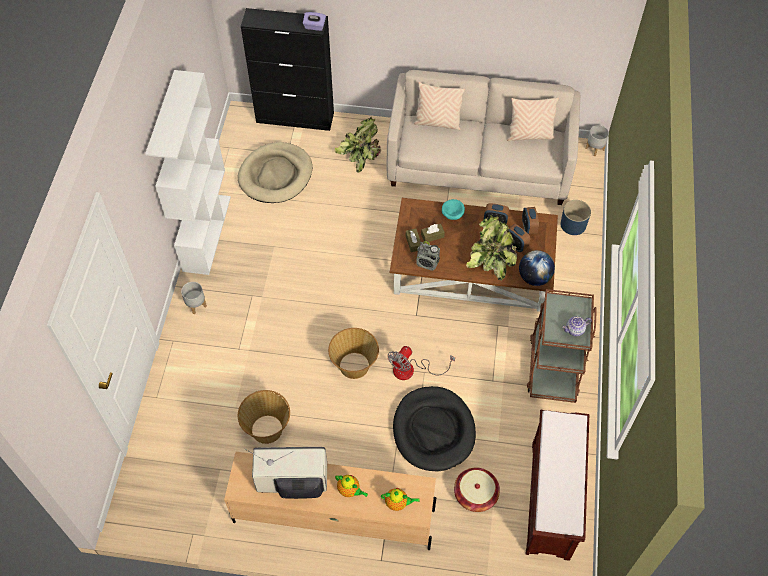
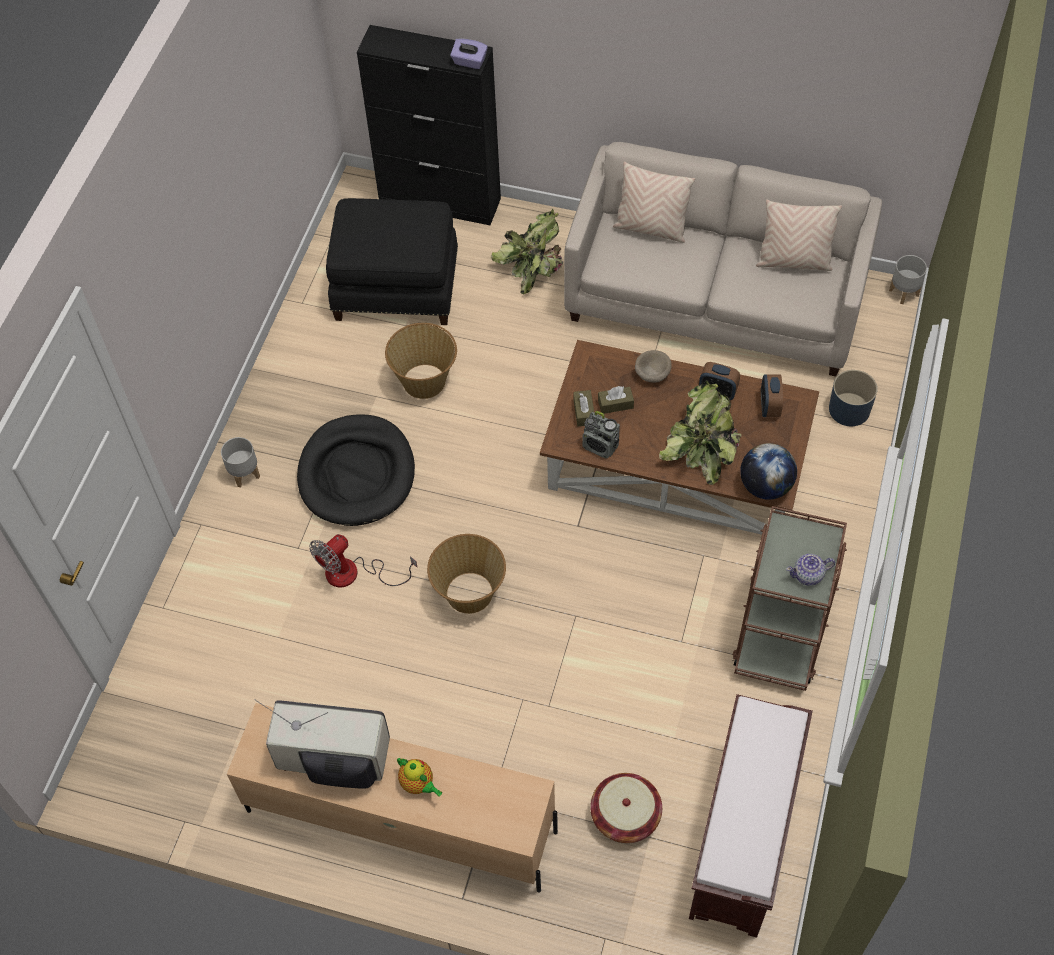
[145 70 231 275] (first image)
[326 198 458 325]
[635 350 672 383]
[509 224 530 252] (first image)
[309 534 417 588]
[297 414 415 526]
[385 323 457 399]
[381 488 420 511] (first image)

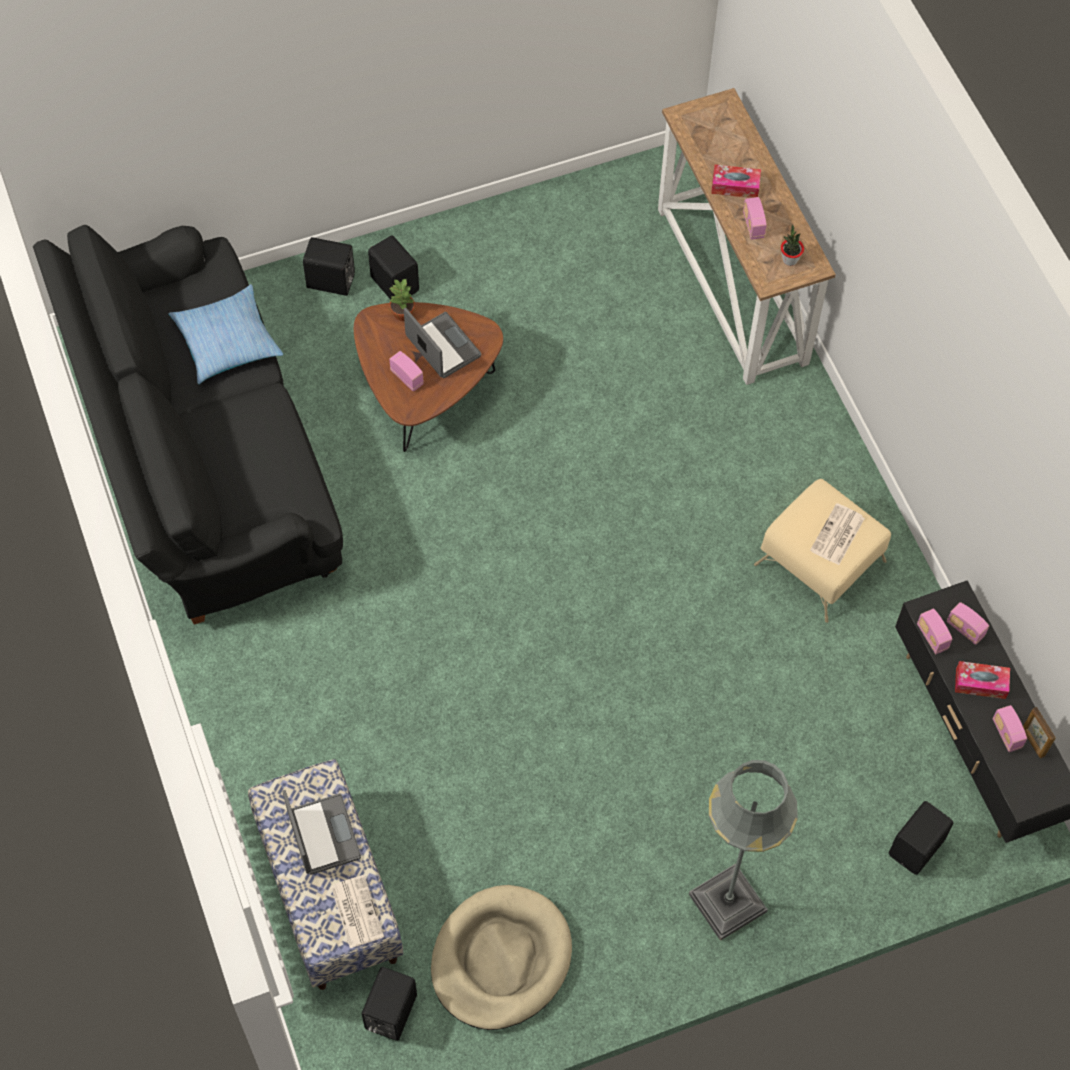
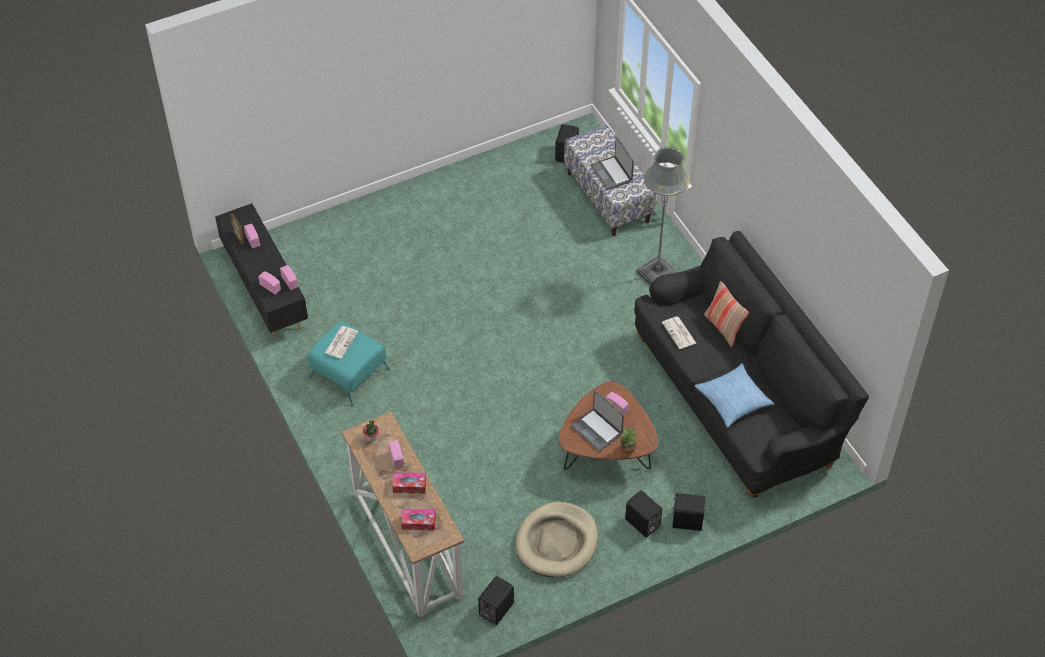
[308 321 390 407]
[401 509 436 531]
[636 147 690 285]
[478 576 514 625]
[662 316 696 349]
[516 502 598 577]
[704 281 749 347]

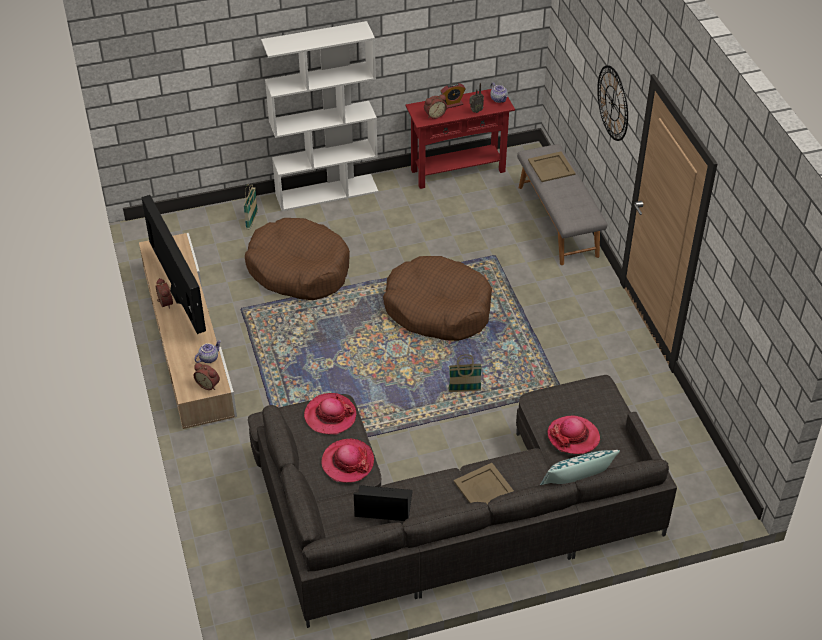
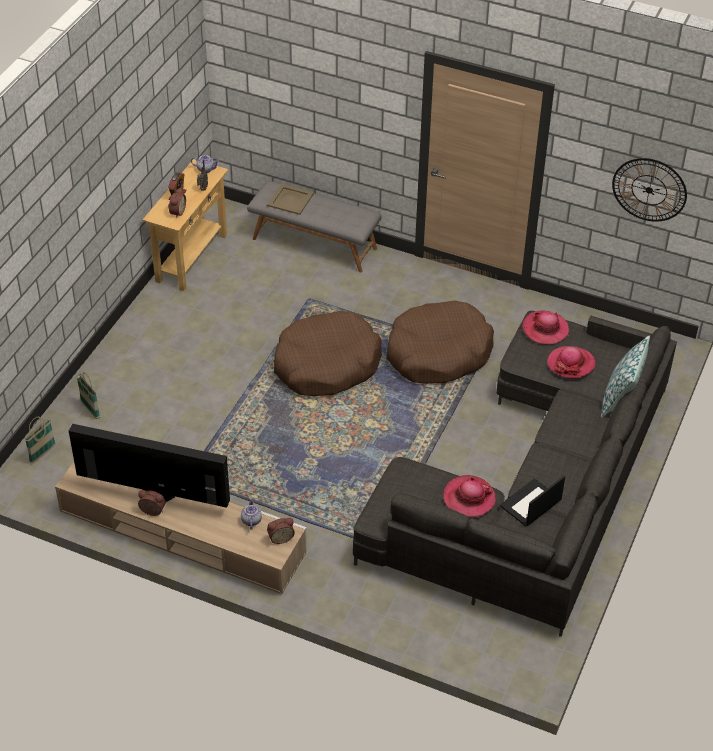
[261 21 378 211] (first image)
[612 158 687 222]
[143 159 228 291]
[386 300 494 384]
[25 416 56 463]
[523 311 569 345]
[454 463 514 505] (first image)

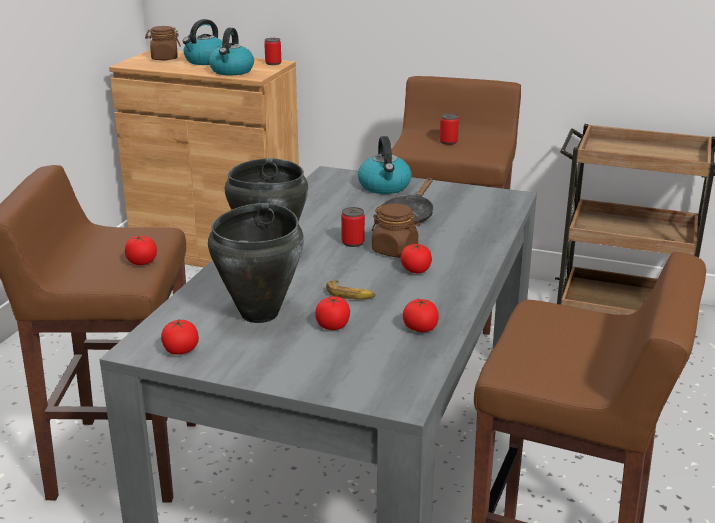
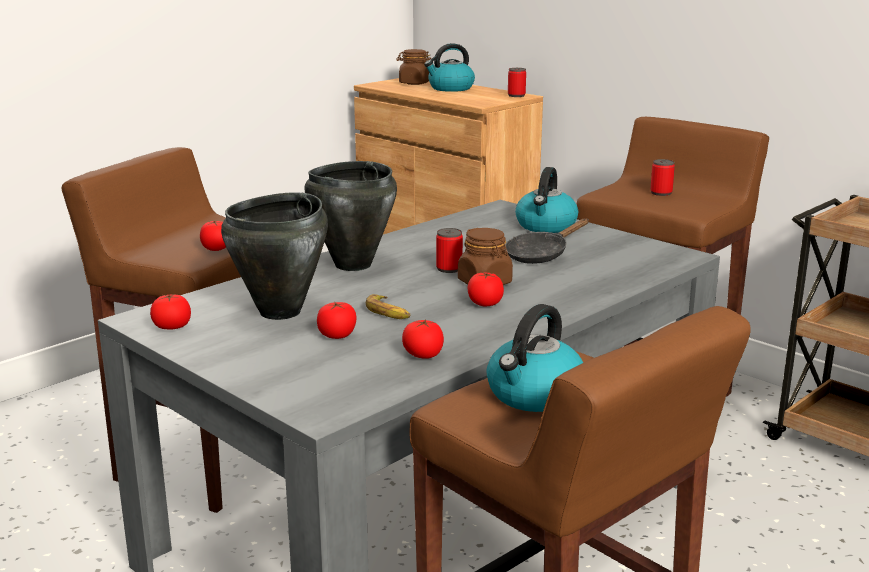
[486 304 583 412]

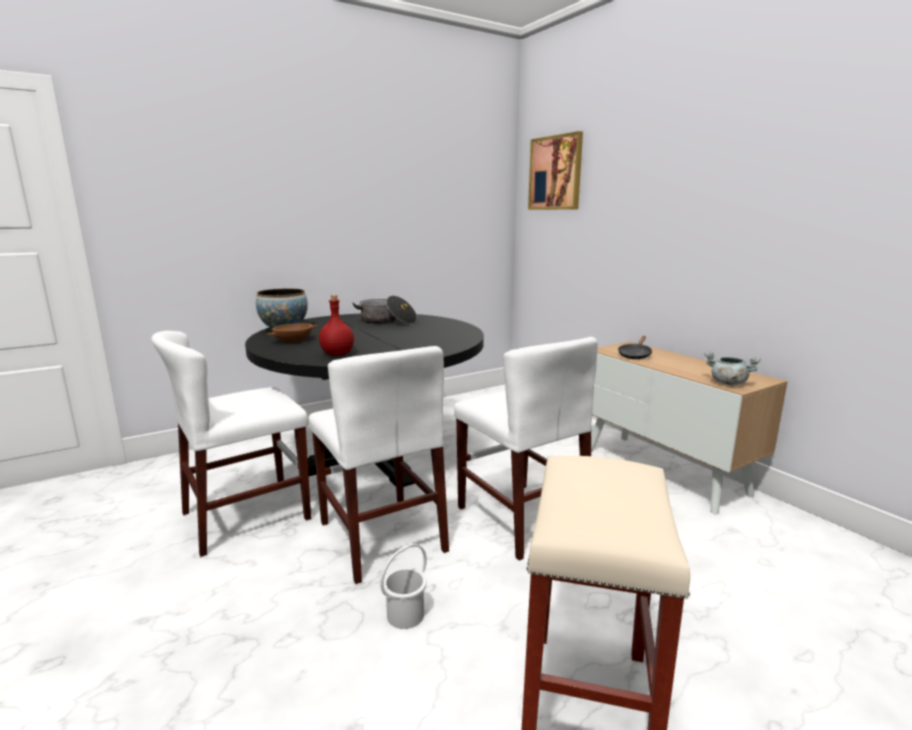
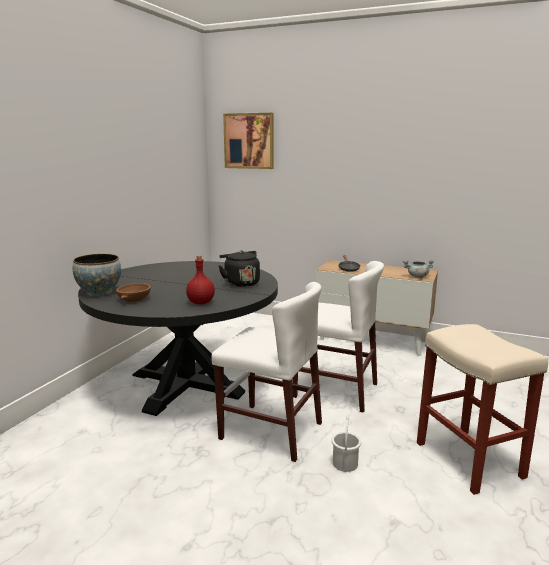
[353 296 417 324] (first image)
[152 331 311 557] (first image)
[219 250 260 287]

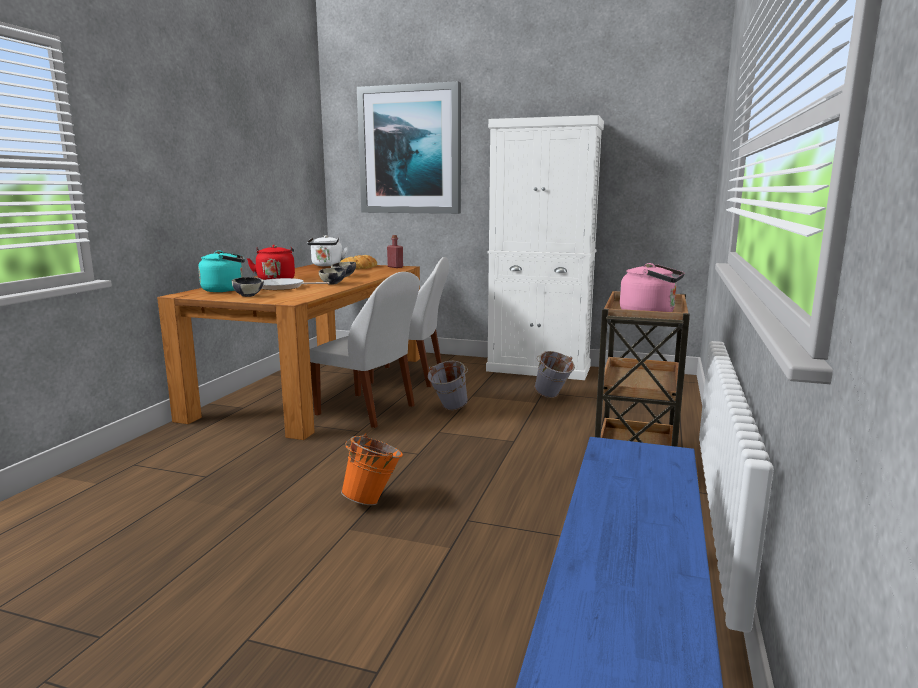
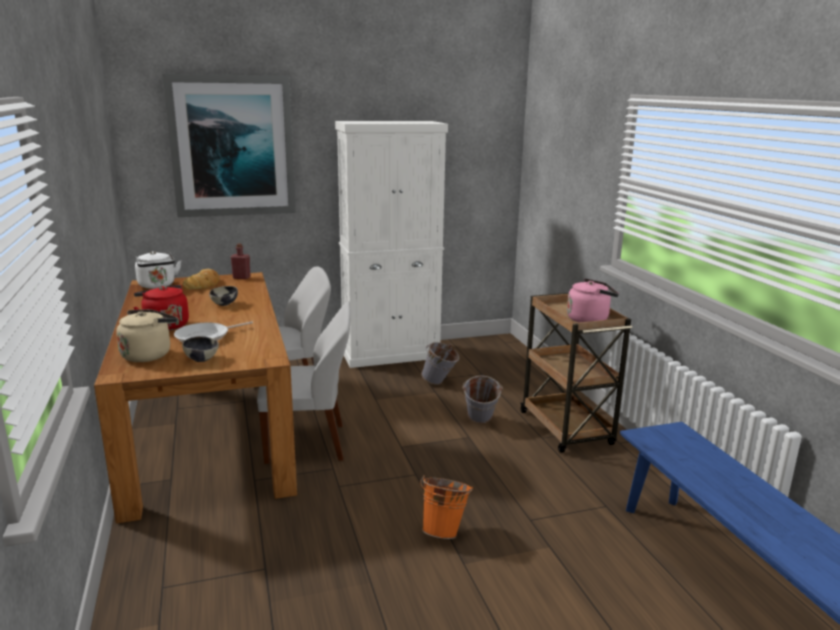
[116 309 177 362]
[319 267 346 285] (first image)
[462 375 503 423]

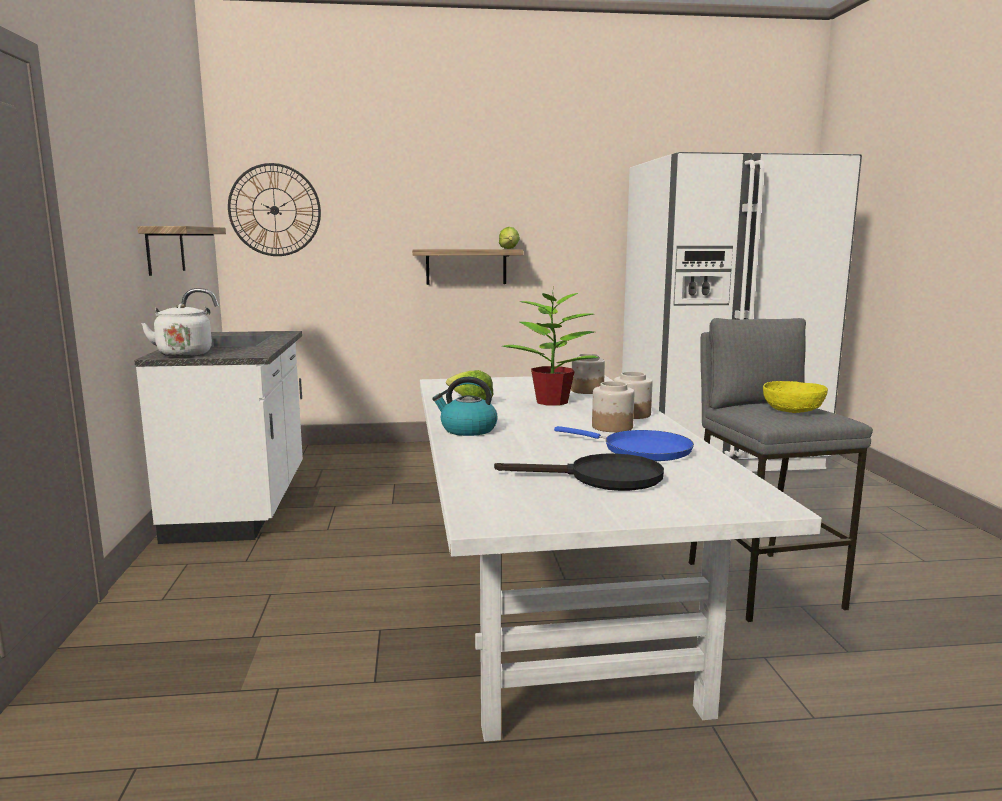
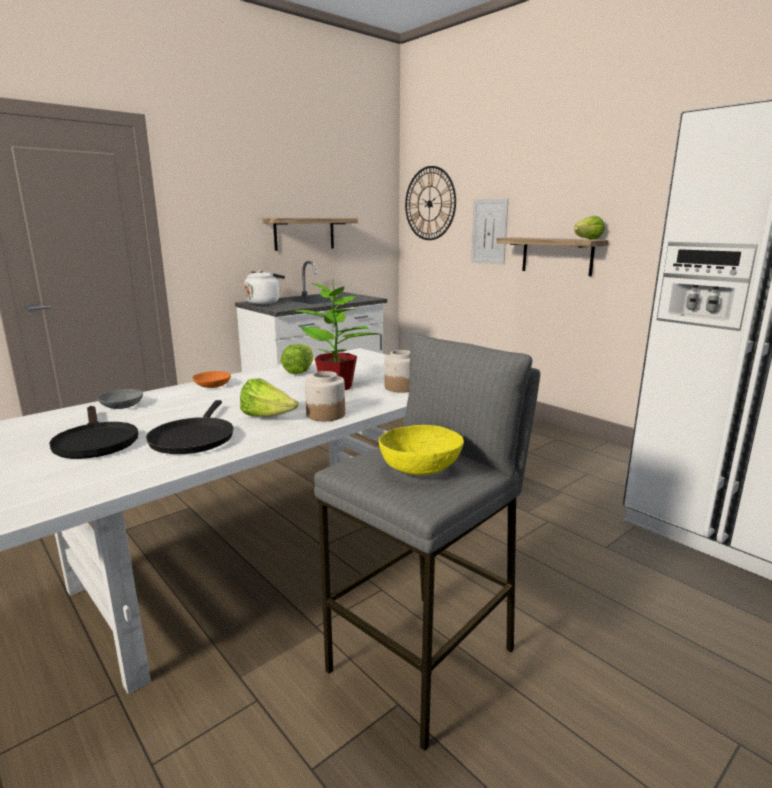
[192 371 231 388]
[240 378 298 417]
[146 400 234 454]
[471 198 509 265]
[97 389 143 409]

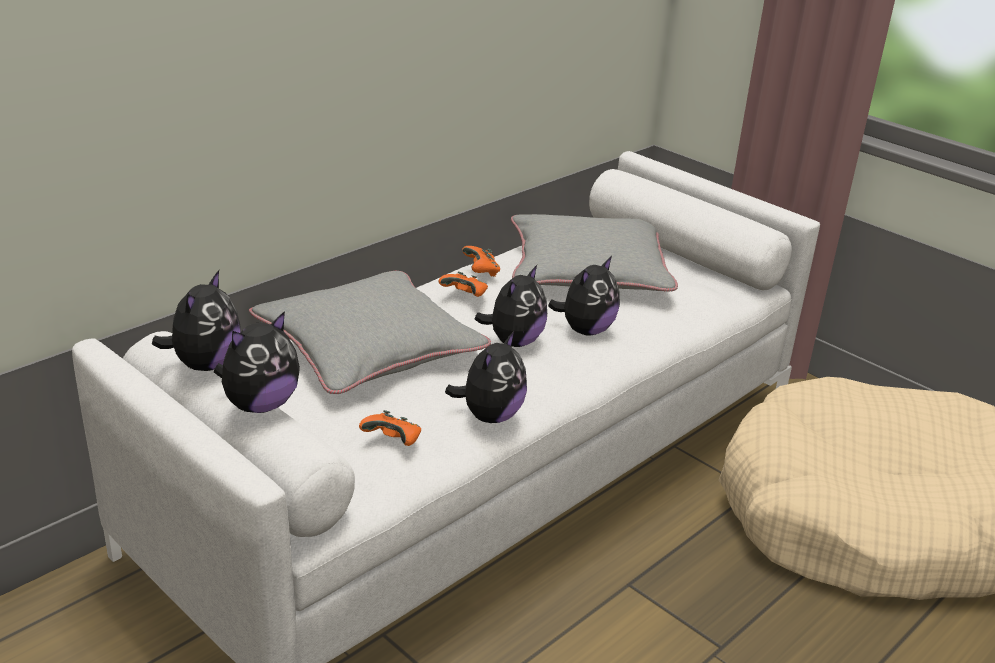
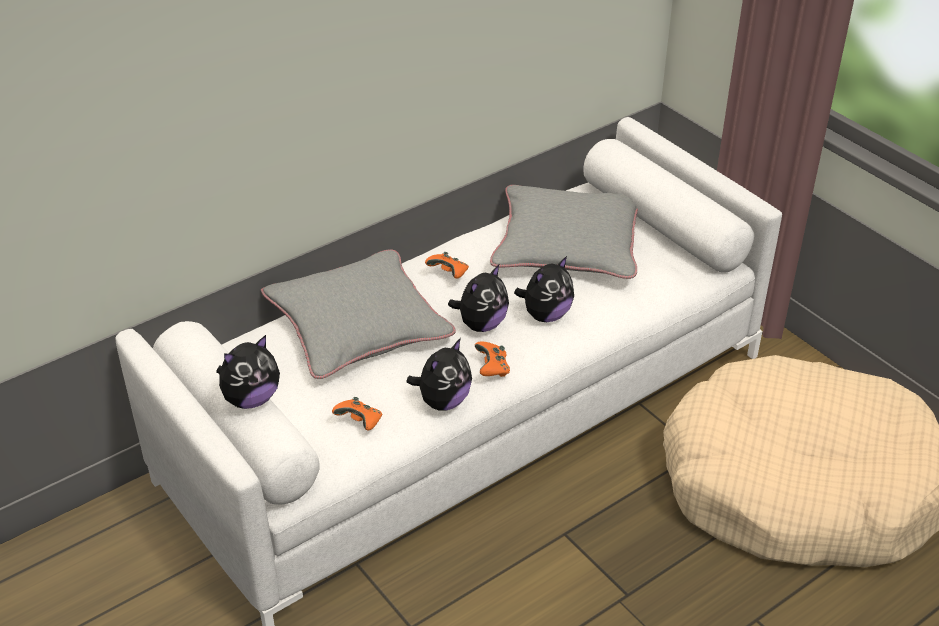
[475 342 510 377]
[152 270 241 371] (first image)

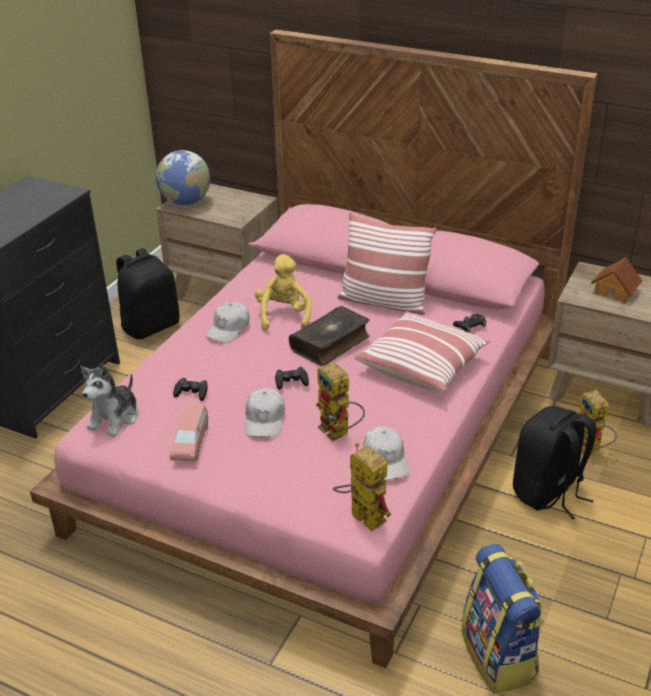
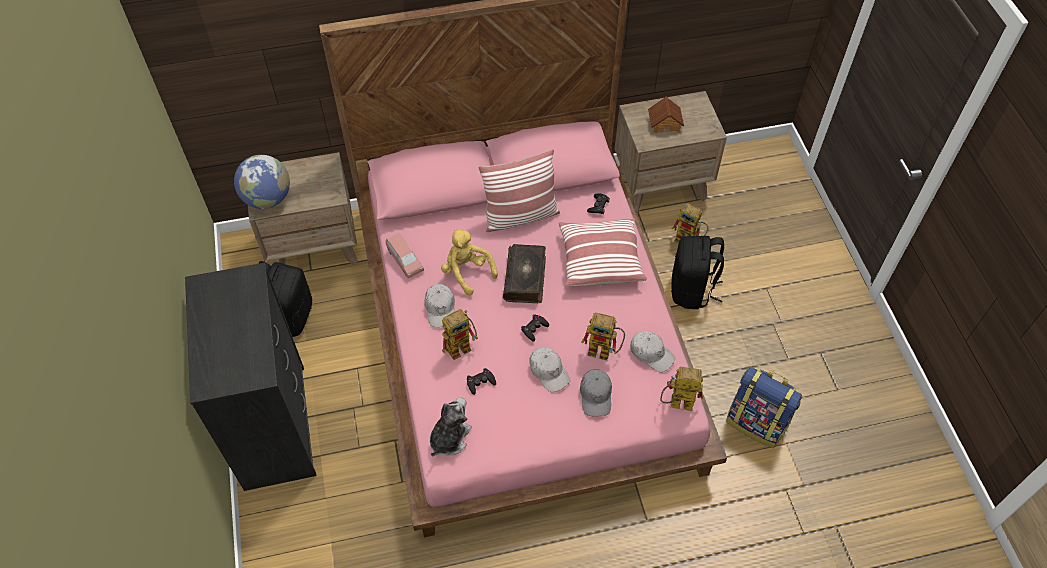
[430 397 472 456]
[386 233 424 279]
[442 309 478 360]
[580 369 612 417]

